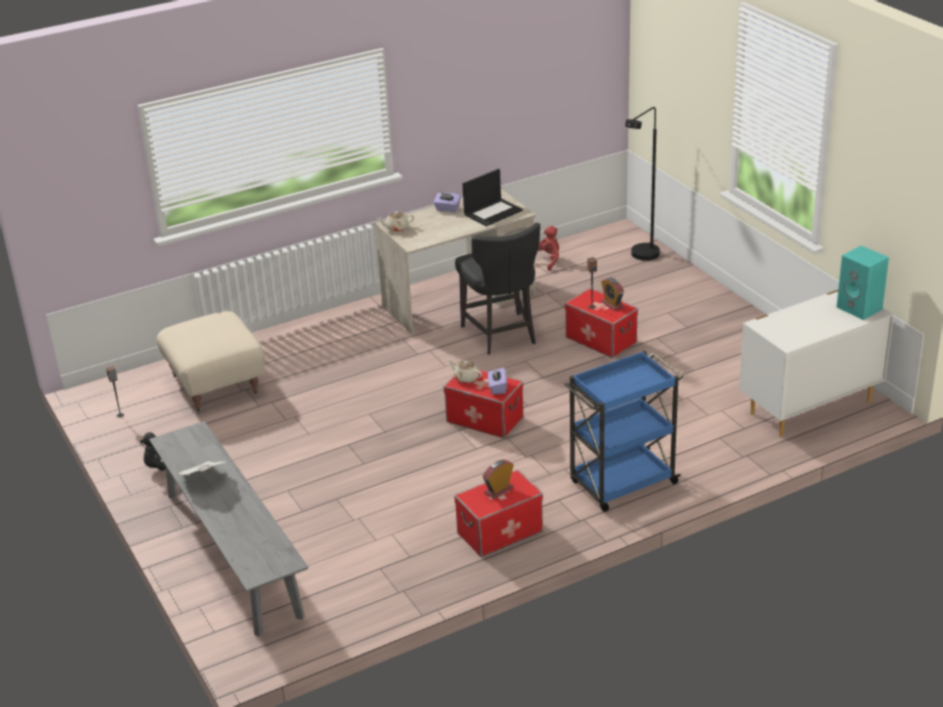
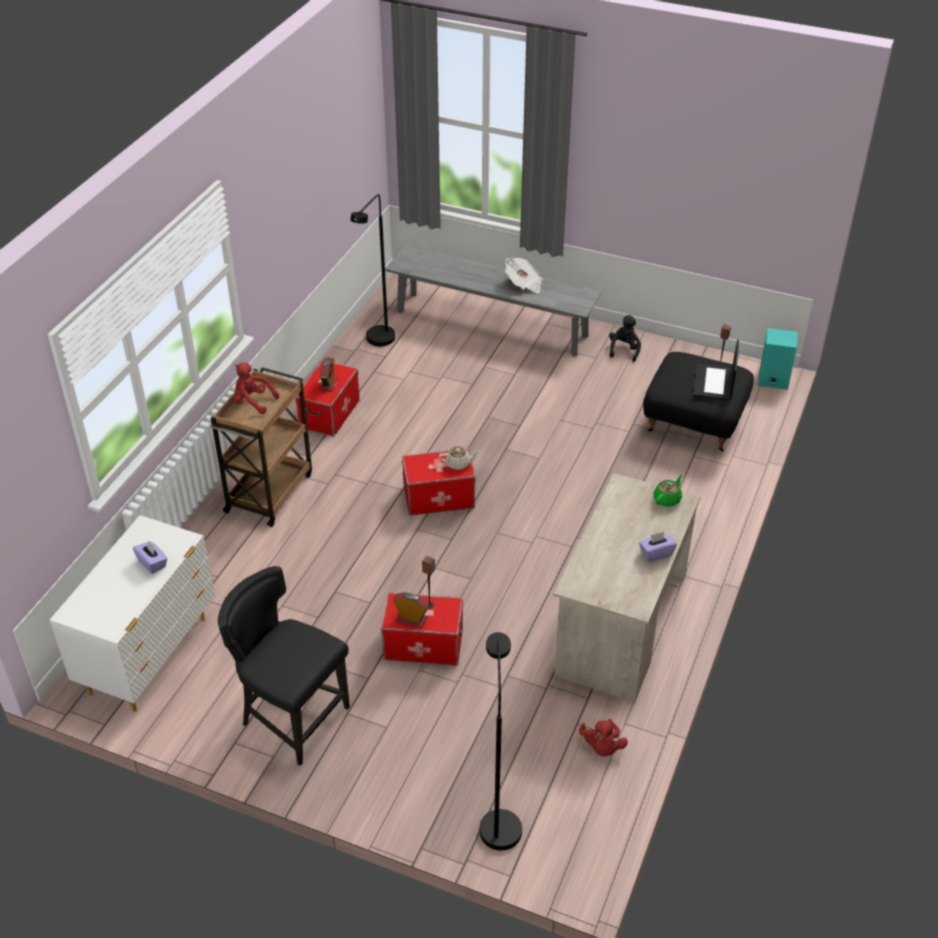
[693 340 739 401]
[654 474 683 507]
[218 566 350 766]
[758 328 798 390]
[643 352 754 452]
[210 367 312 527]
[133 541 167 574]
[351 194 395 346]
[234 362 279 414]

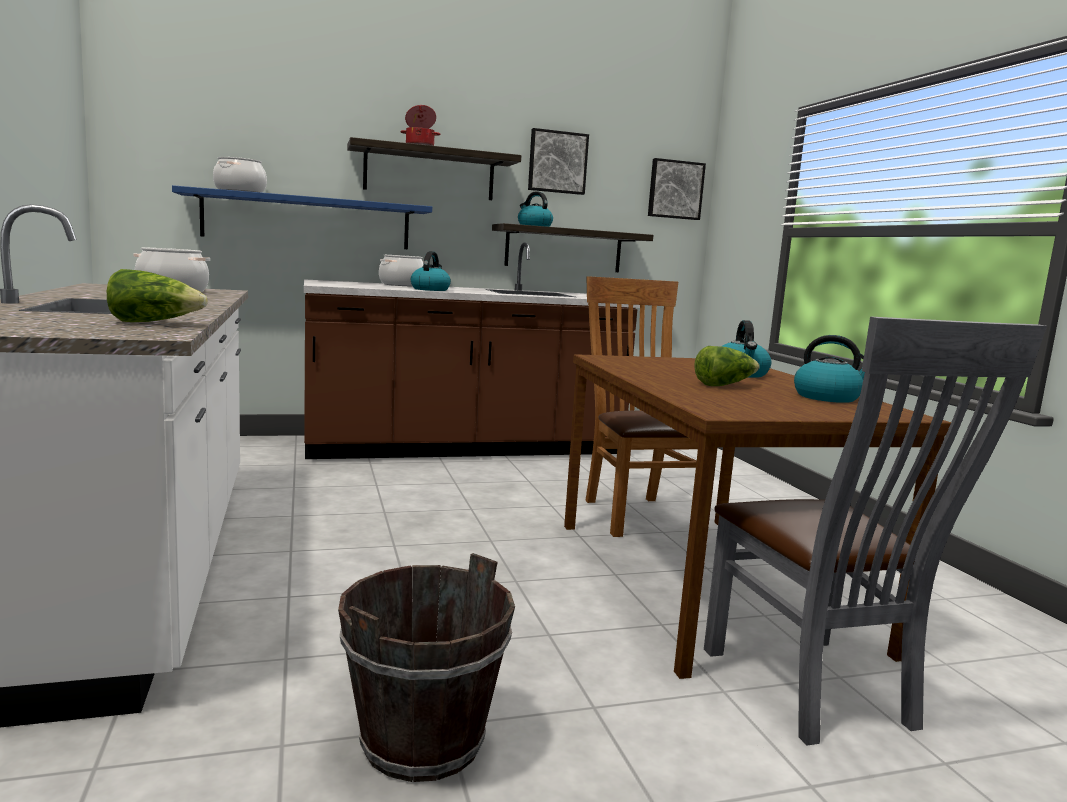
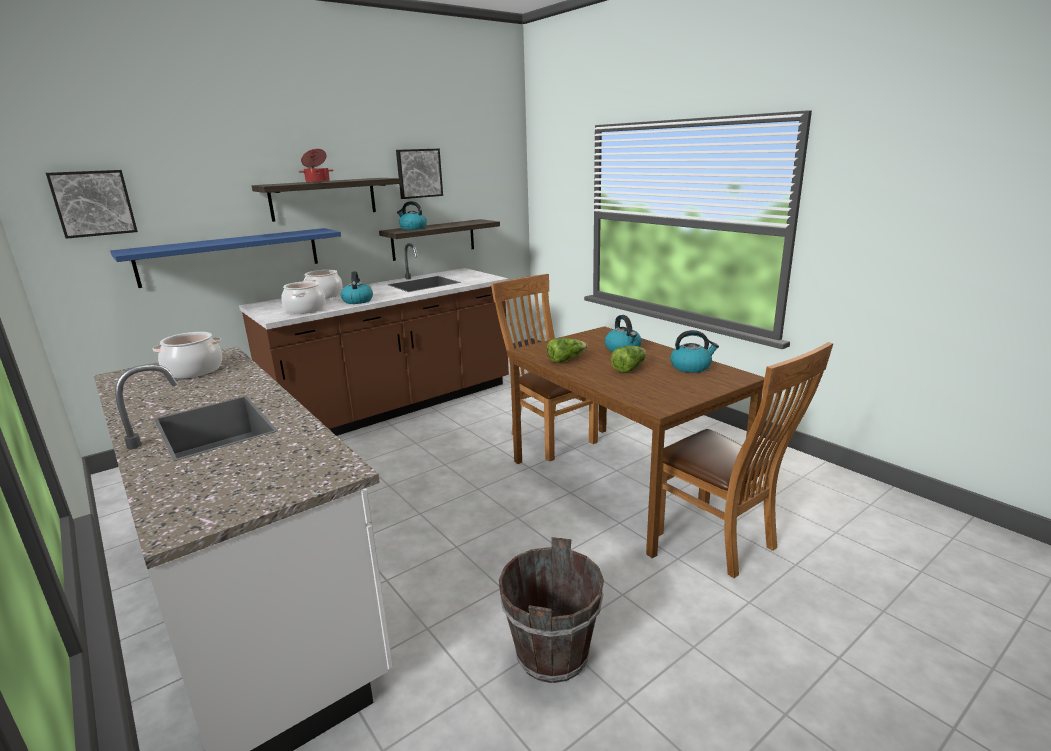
[281 281 326 314]
[46 170 138 239]
[547 338 587 363]
[658 342 833 578]

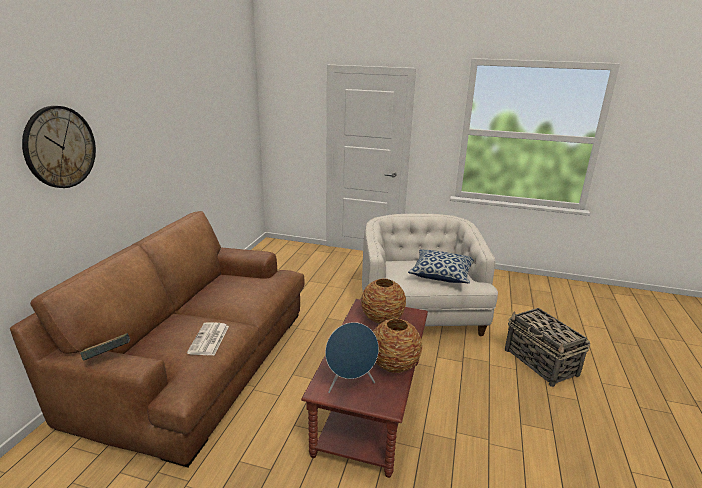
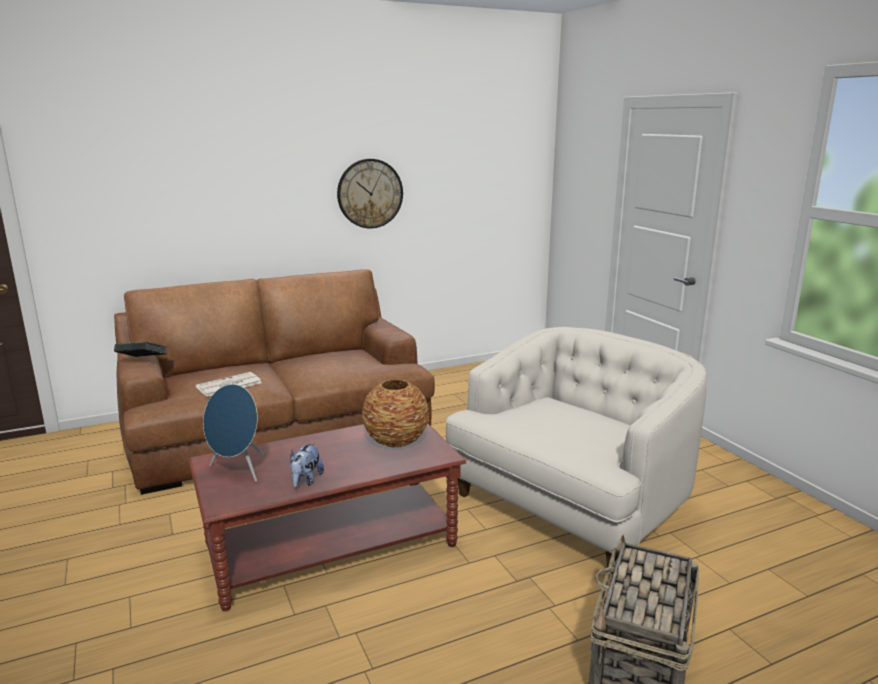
[337 159 403 229]
[408 249 474 283] (first image)
[290 442 324 487]

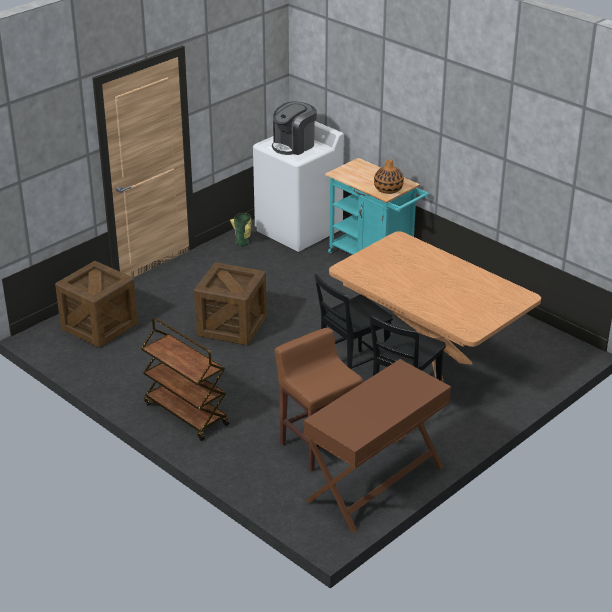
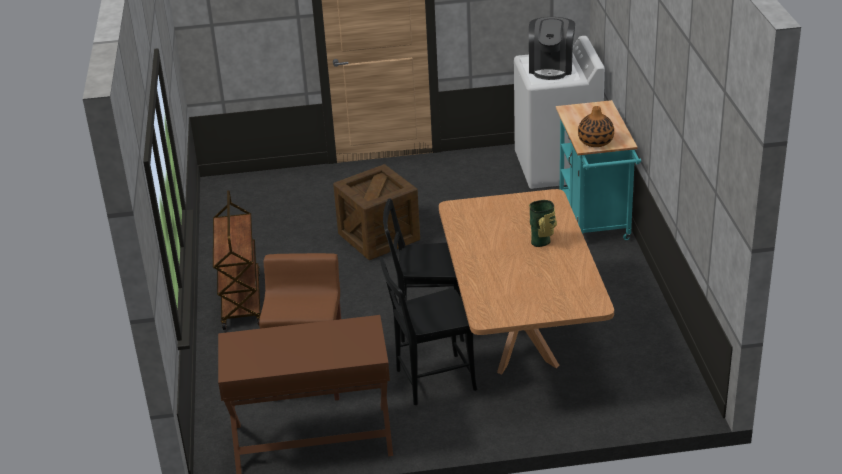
[529 17 575 80]
[529 200 557 247]
[55 261 138 348] (first image)

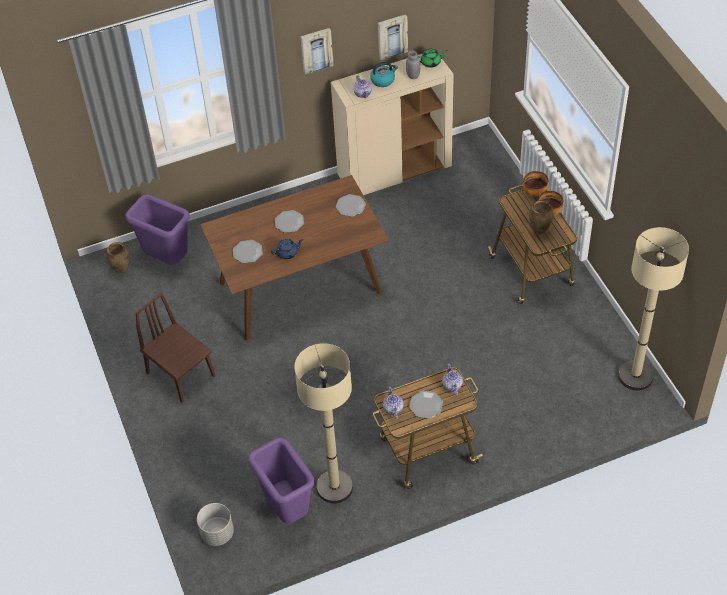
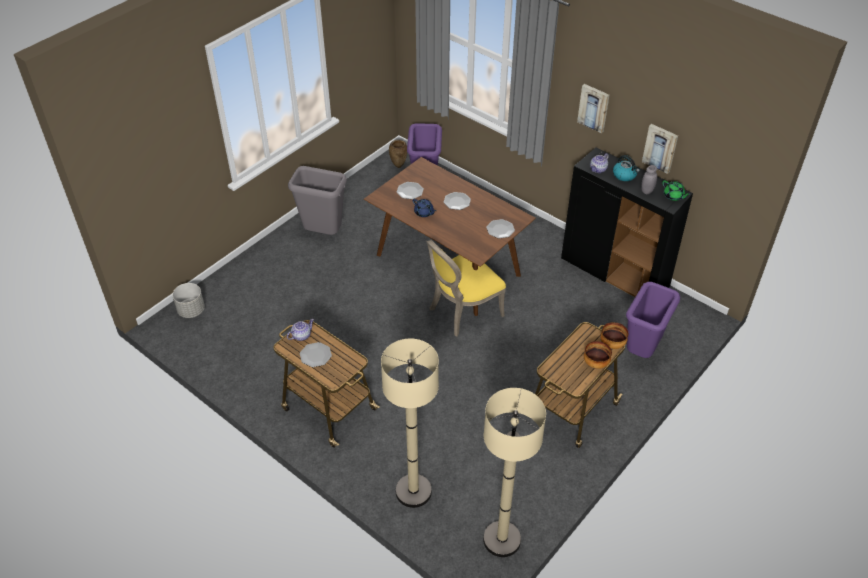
[561 148 693 297]
[529 200 553 234] (first image)
[288 166 347 235]
[381 339 439 508]
[442 364 463 395] (first image)
[626 282 680 358]
[426 240 506 336]

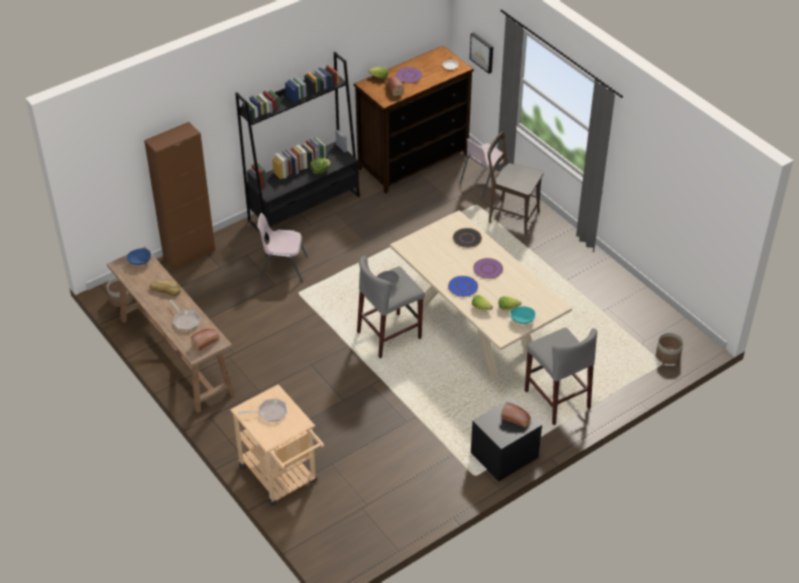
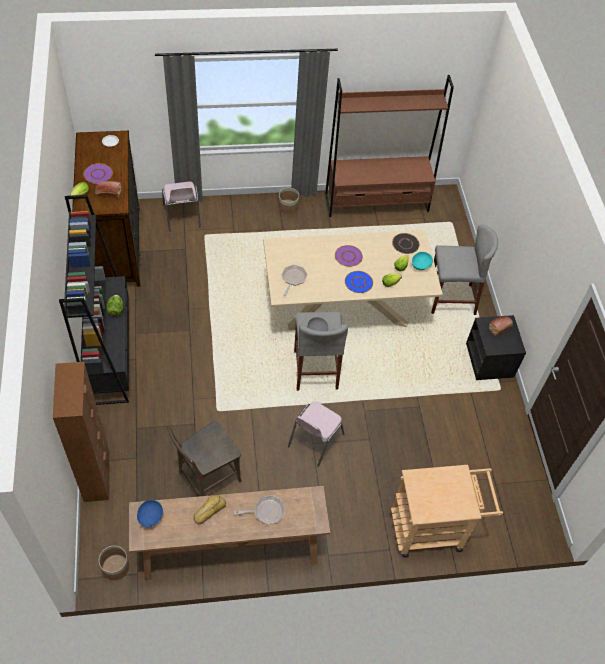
[470 32 493 74] (first image)
[167 421 242 496]
[288 402 345 467]
[392 233 420 254]
[190 329 220 351] (first image)
[278 188 299 214]
[282 265 308 296]
[325 75 454 217]

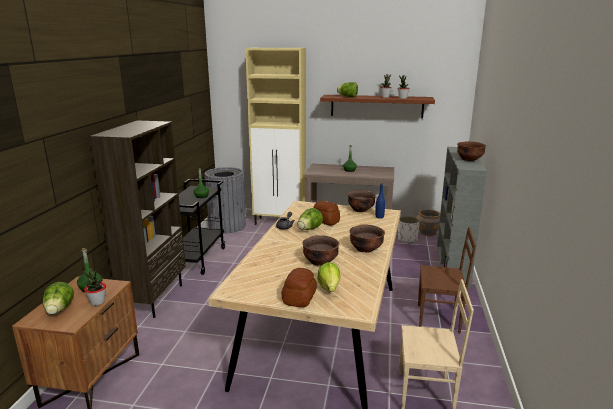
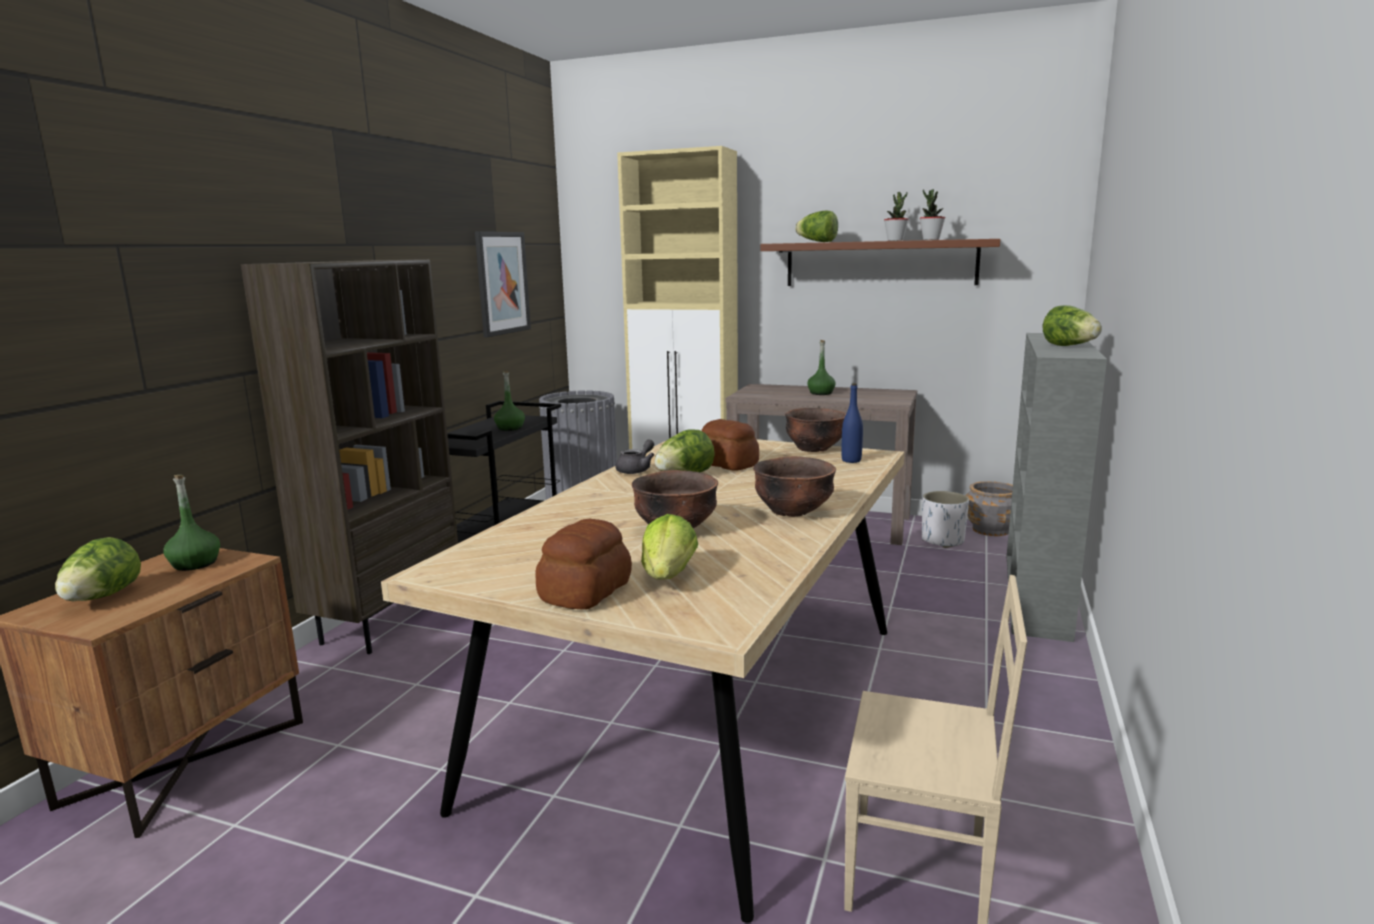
[1043 305 1102 346]
[418 227 476 333] (first image)
[84 268 106 306] (first image)
[475 231 531 337]

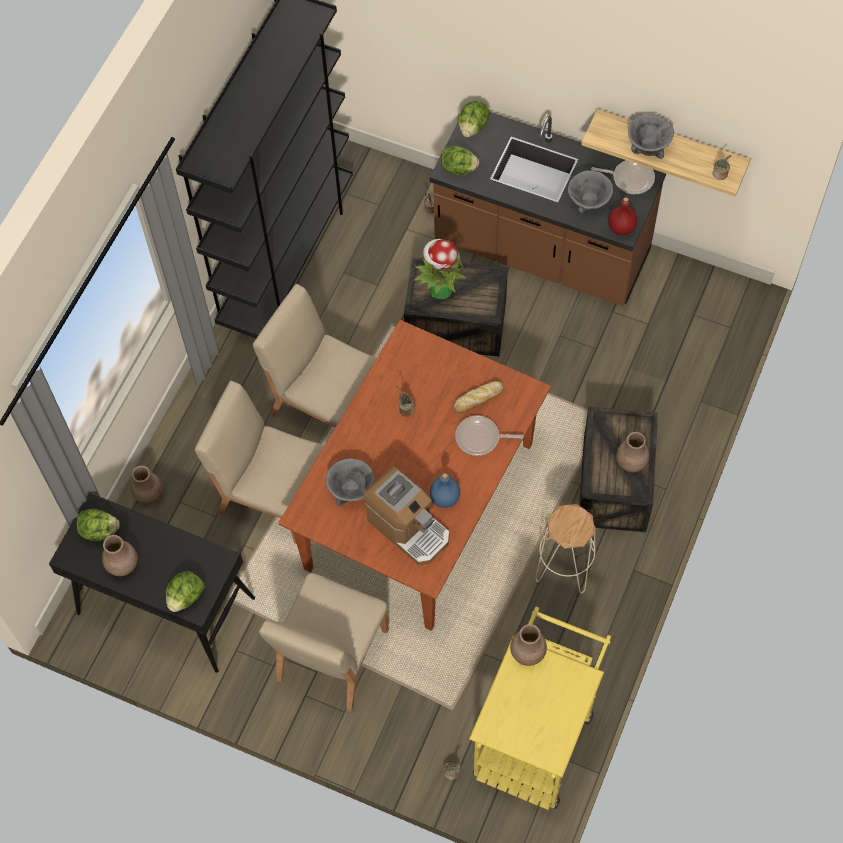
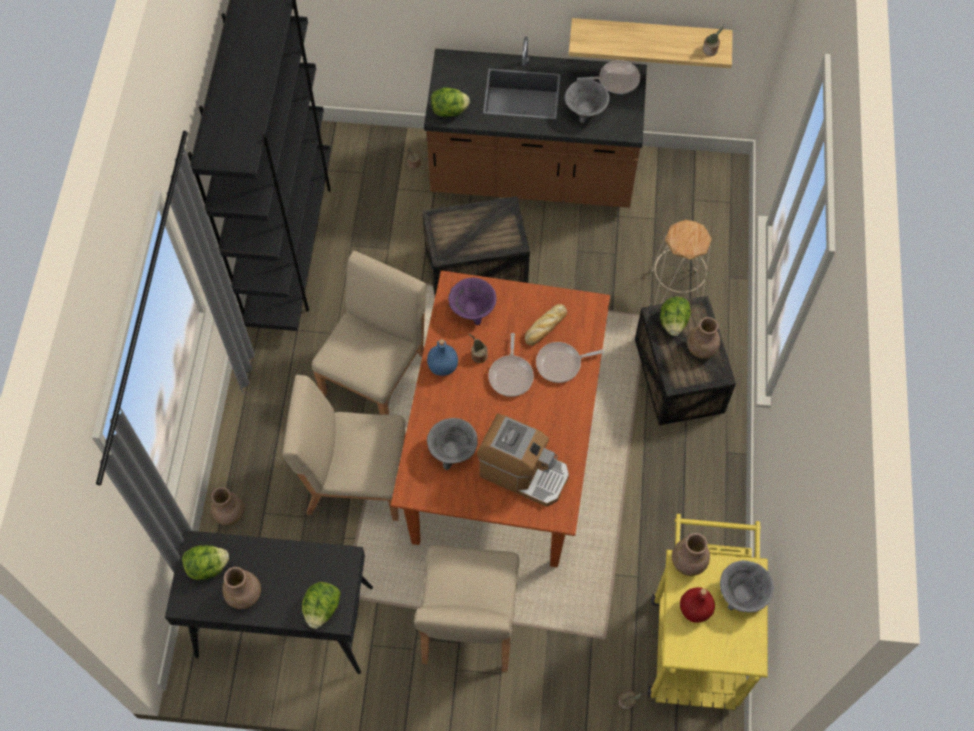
[660 297 691 336]
[720 560 774 613]
[680 587 715 623]
[414 239 466 299] (first image)
[312 251 426 415]
[427 339 458 376]
[651 220 712 305]
[448 278 496 325]
[488 333 534 397]

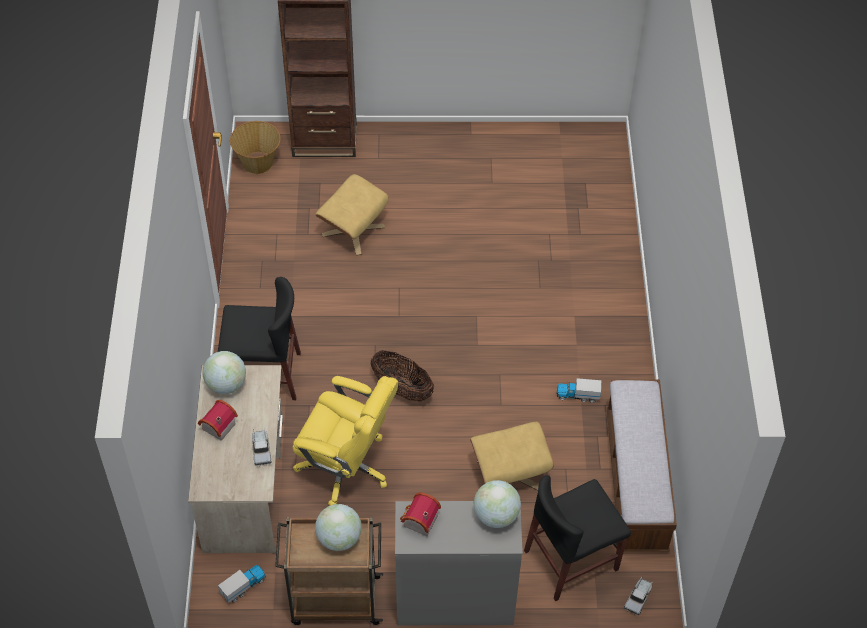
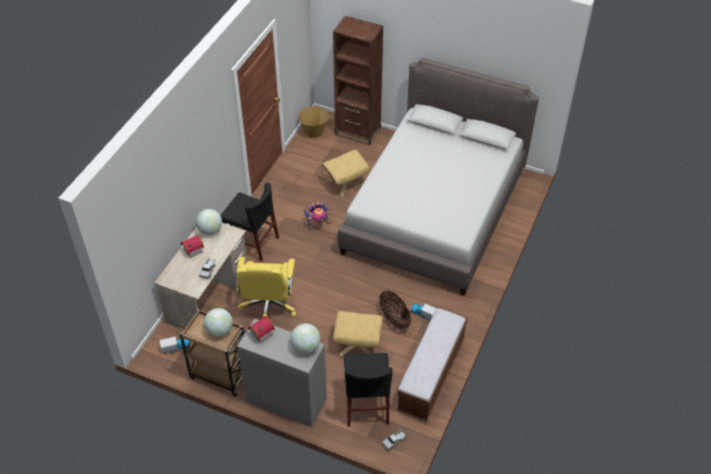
[379 290 411 330]
[237 257 296 317]
[344 353 392 427]
[338 58 539 296]
[303 202 331 230]

